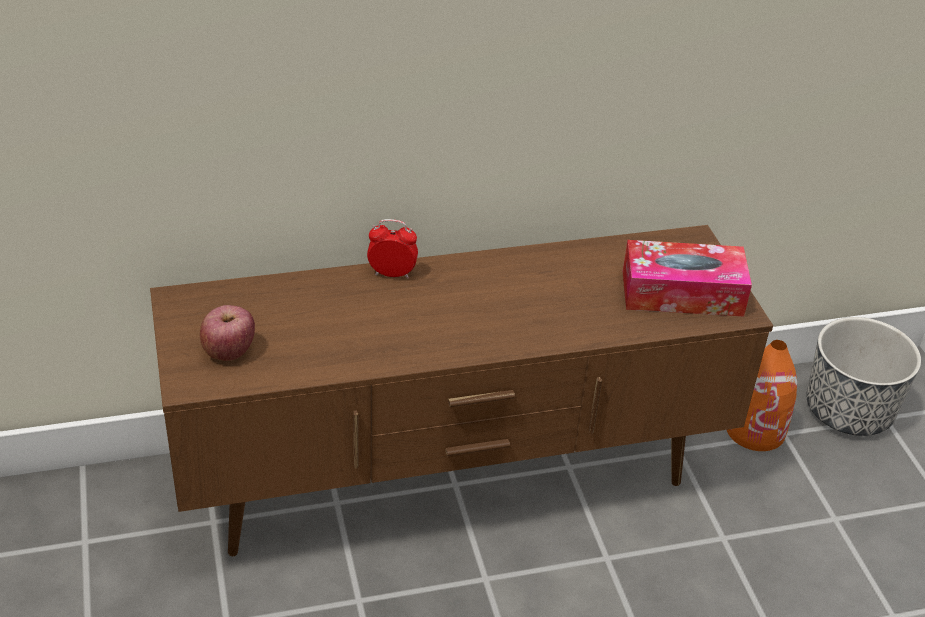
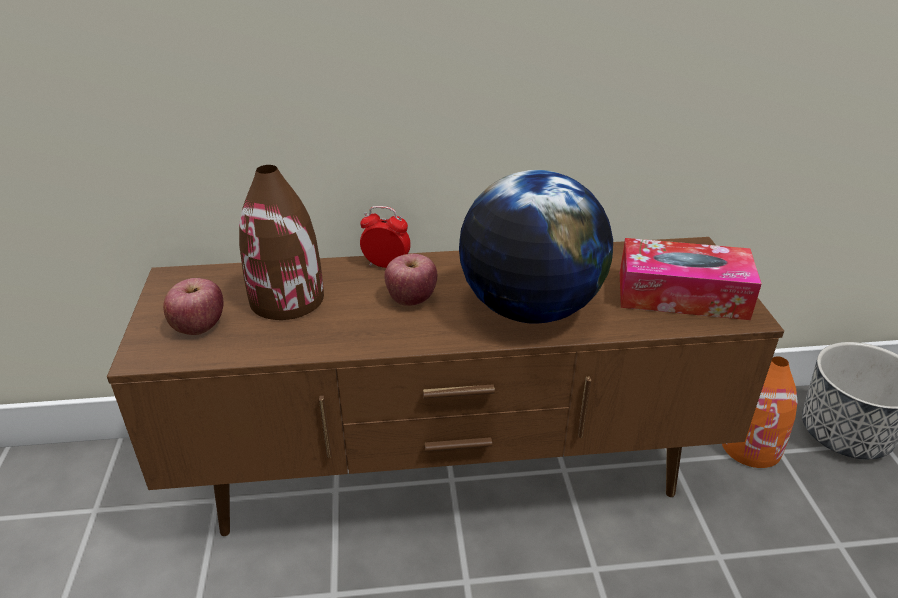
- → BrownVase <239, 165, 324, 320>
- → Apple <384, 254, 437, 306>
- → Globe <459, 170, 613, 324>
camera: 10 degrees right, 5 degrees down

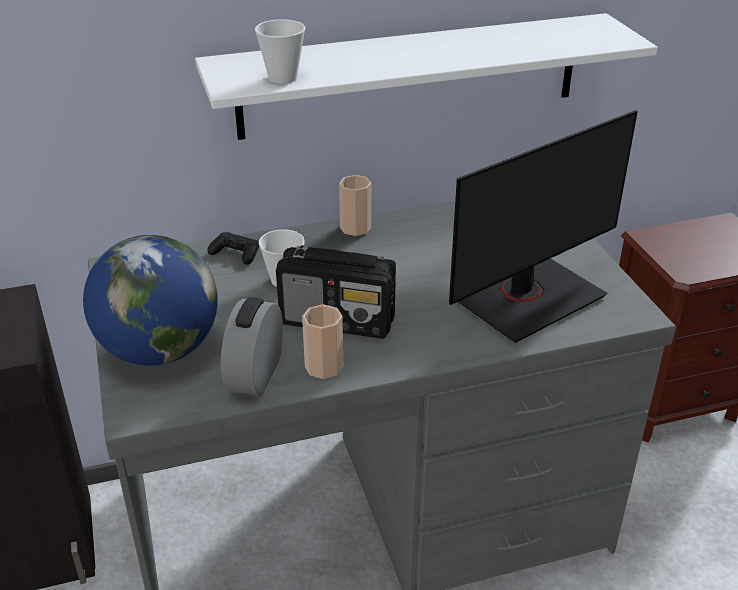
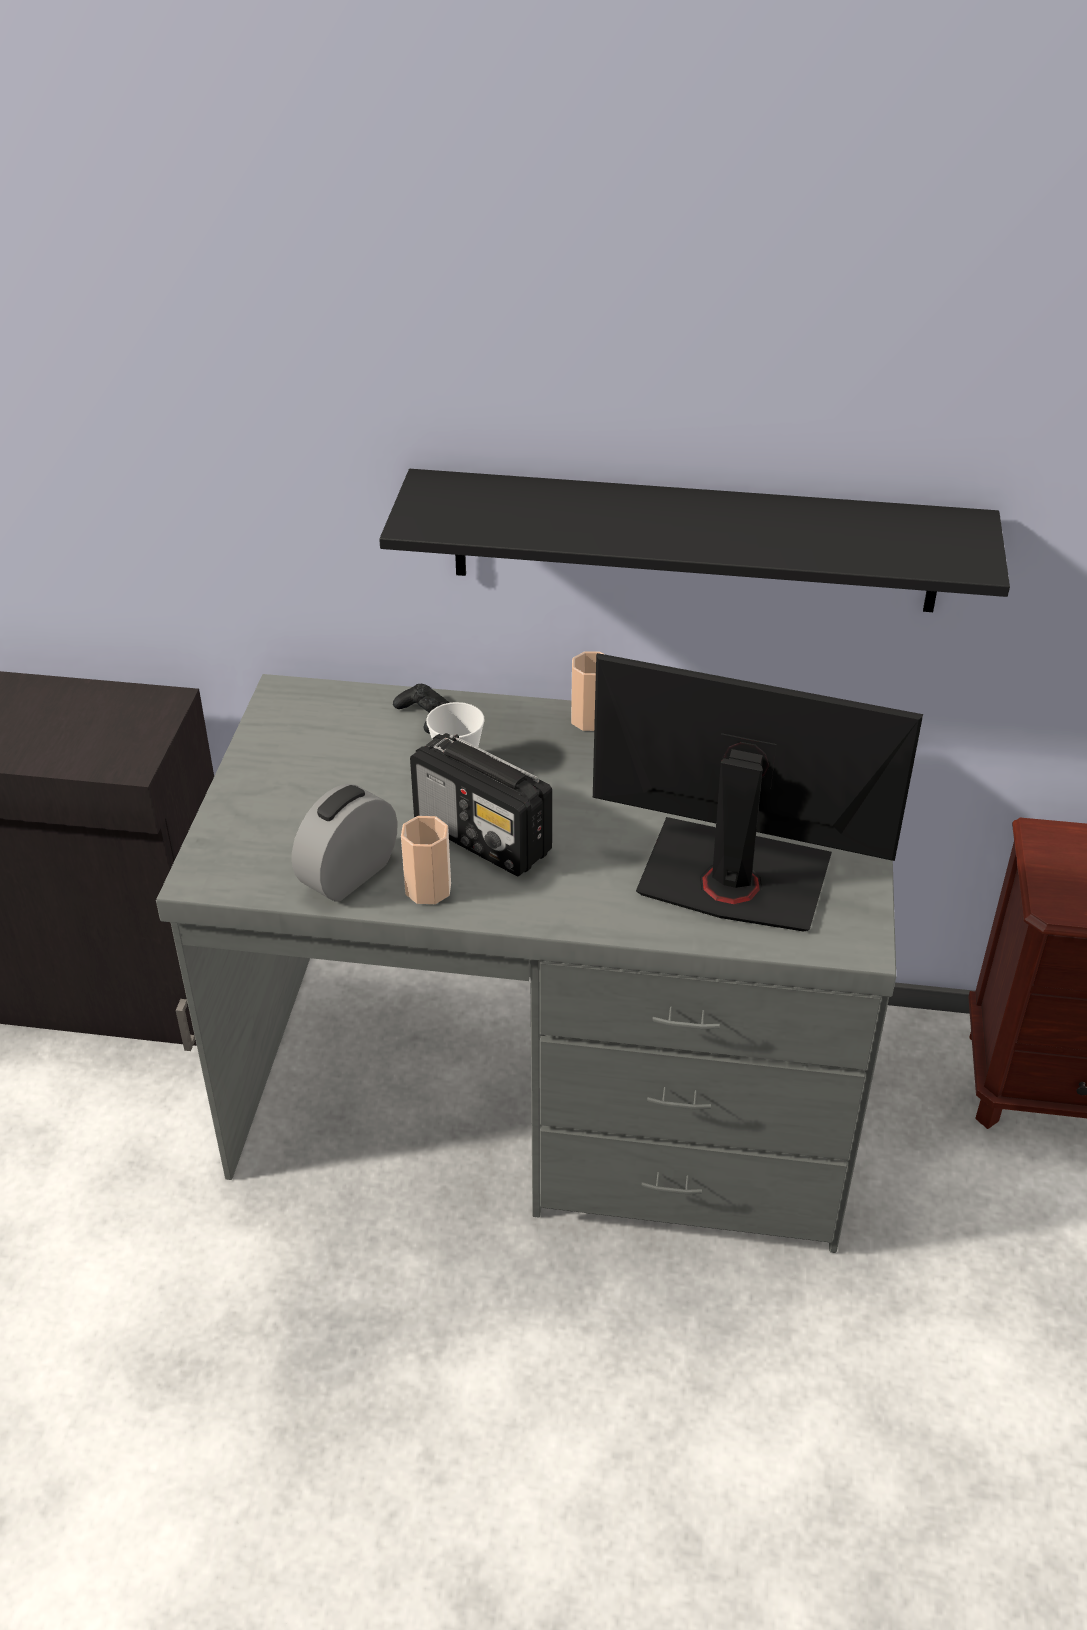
WhiteShelf <195, 13, 658, 140> → BlackShelf <379, 469, 1010, 612>
Monitor <449, 110, 638, 343> → Monitor <593, 653, 923, 932>, 150 degrees counterclockwise
Globe <83, 235, 218, 366> → -
Cup <255, 19, 305, 84> → -
camera: 25 degrees right, 5 degrees up

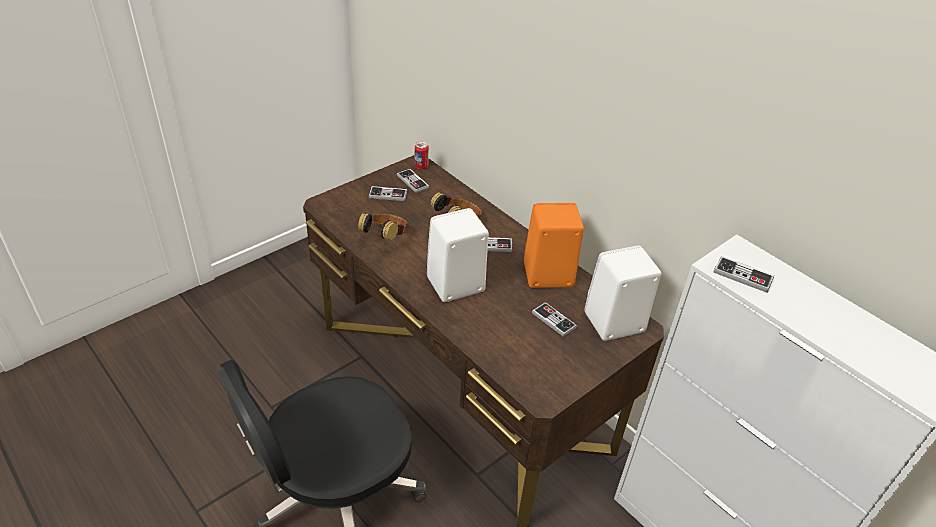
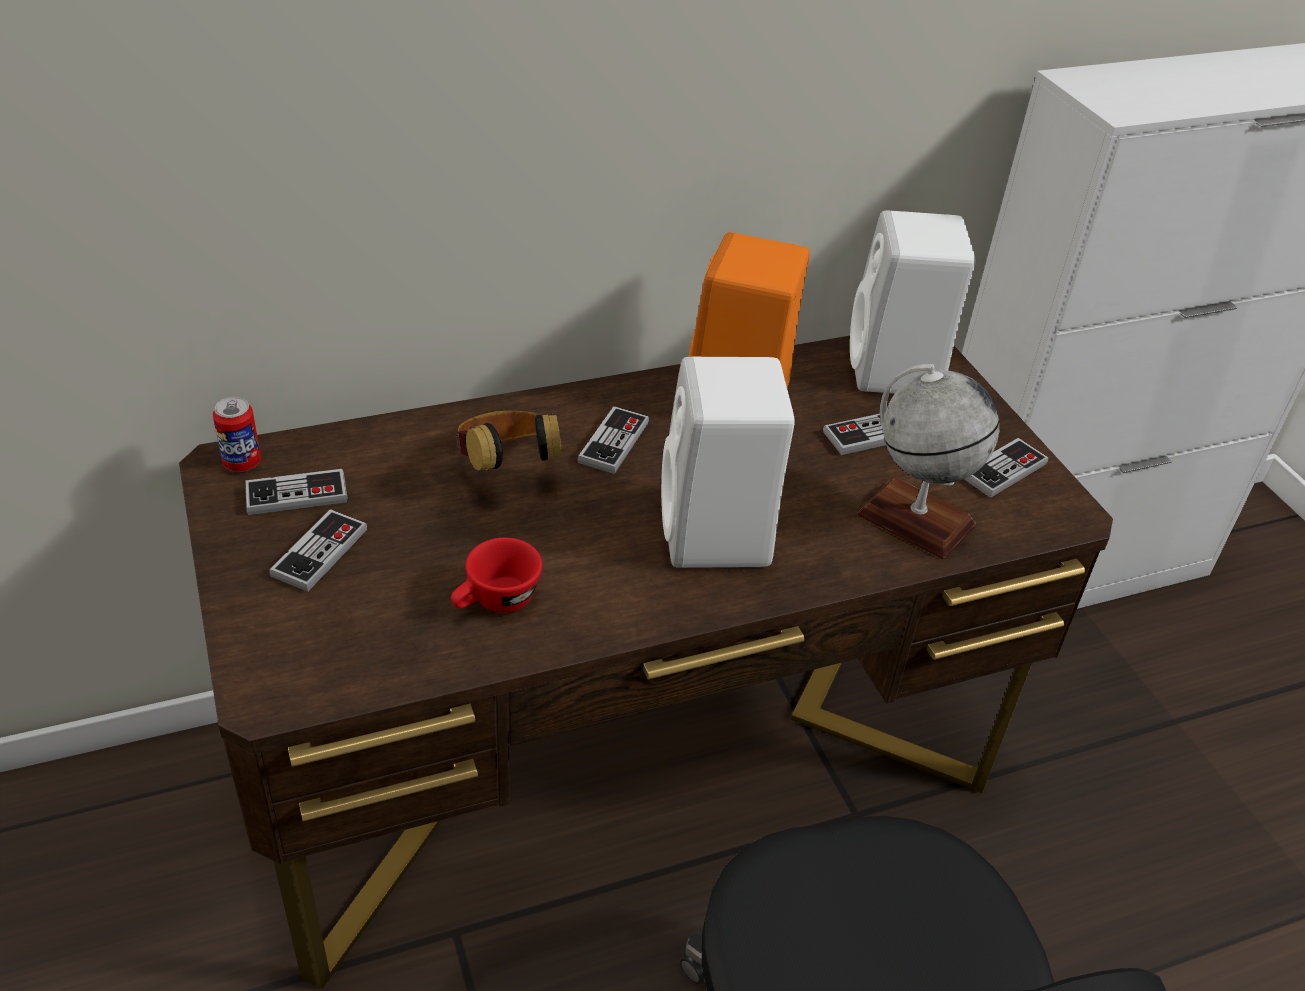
Headphones <358, 213, 407, 240> → RedCup <451, 538, 542, 613>
- → Globe <857, 364, 999, 560>
GameController <714, 256, 774, 293> → GameController <964, 438, 1049, 498>, move
camera: 70 degrees left, 0 degrees up

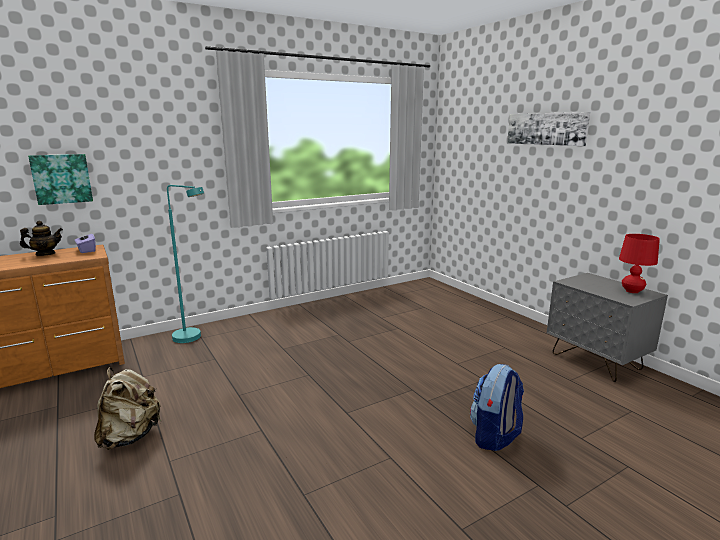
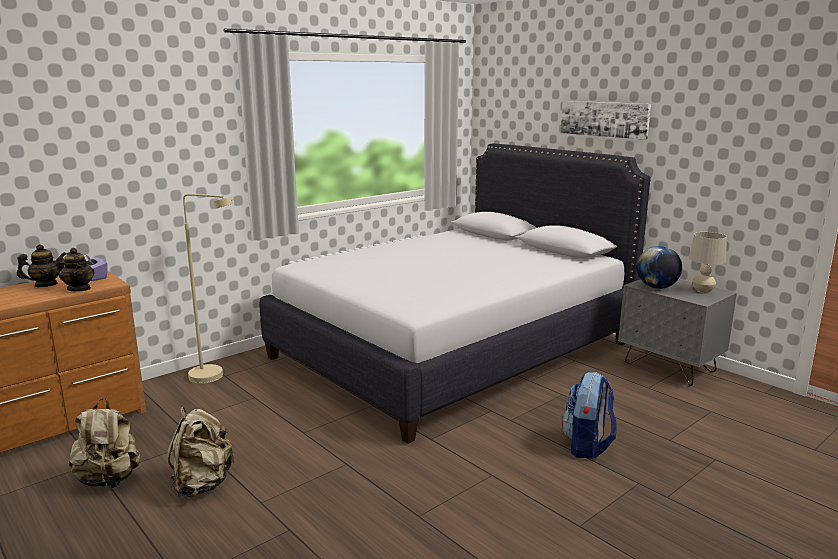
- → Teapot <59, 248, 94, 292>
- → BeigeBackpack <69, 398, 140, 488>
TurquoiseFloorLamp <167, 185, 204, 343> → BeigeFloorLamp <183, 194, 234, 384>
- → WhiteBed <260, 143, 651, 444>
- → Globe <637, 246, 682, 289>
RedTableLamp <619, 234, 660, 293> → BeigeTableLamp <689, 232, 727, 293>
Picture <28, 154, 93, 205> → -
camera: 10 degrees left, 0 degrees up

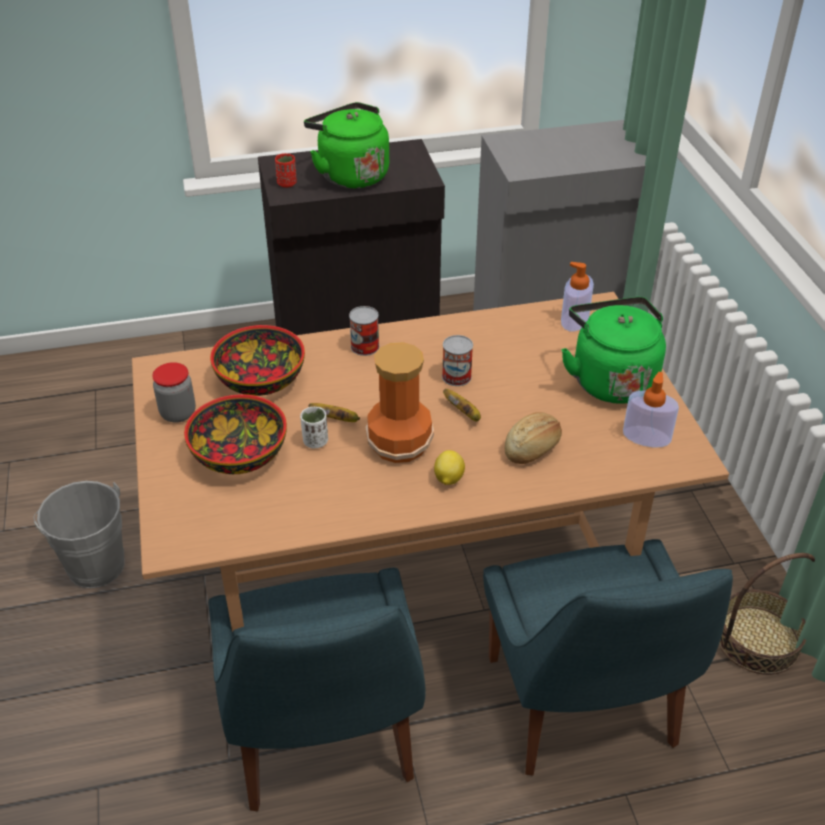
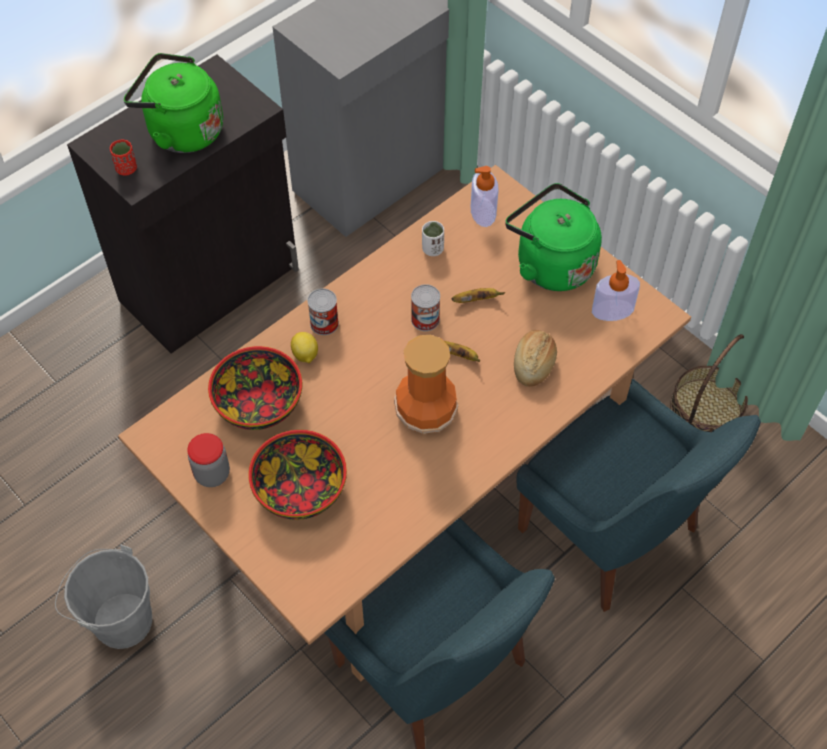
Lemon <434, 450, 465, 485> → Lemon <291, 332, 318, 363>, move
WhiteCup <300, 407, 328, 448> → WhiteCup <422, 221, 444, 256>, move
Banana <308, 403, 360, 422> → Banana <451, 288, 505, 303>, move
camera: 30 degrees left, 15 degrees up

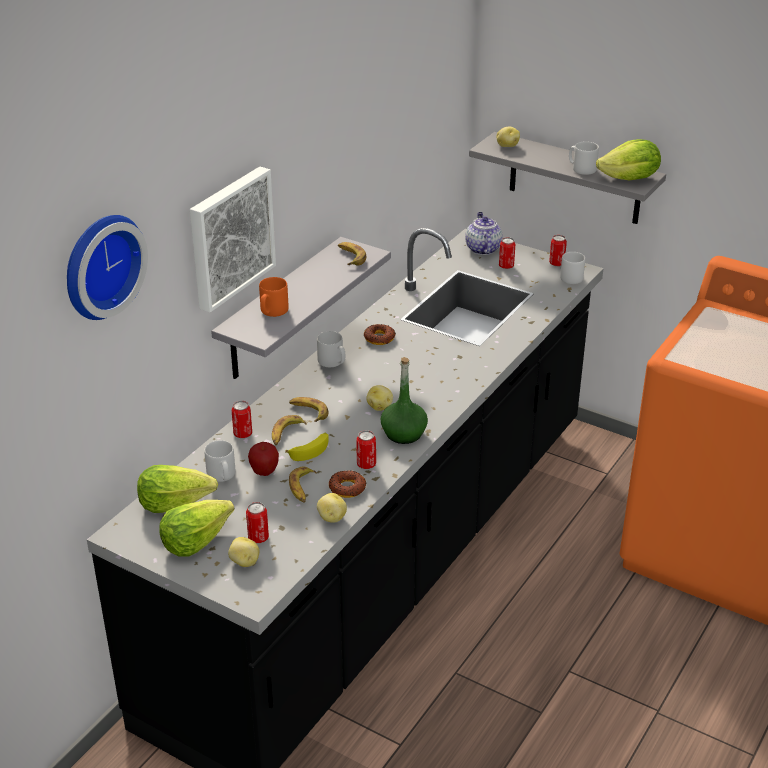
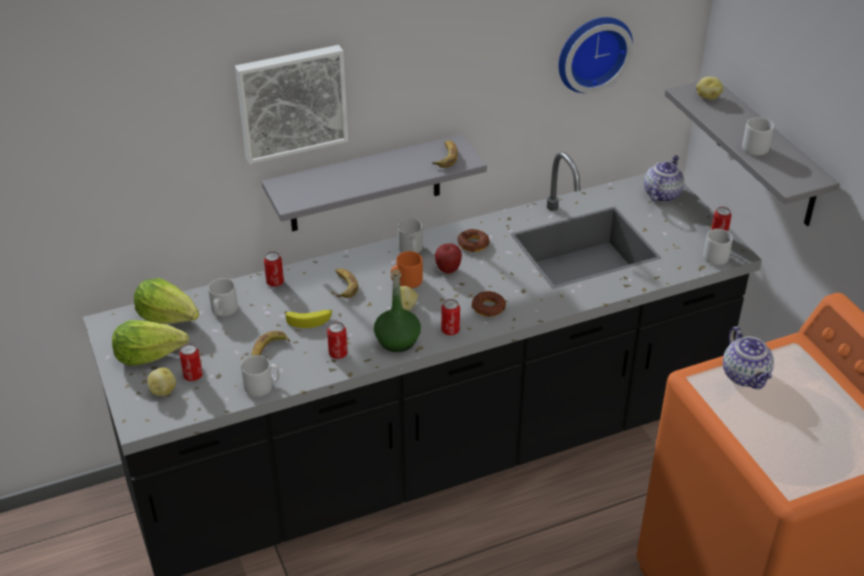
Potato <317, 493, 347, 523> → GreyMug <241, 355, 280, 397>
OrangeMug <259, 277, 289, 317> → OrangeMug <391, 251, 423, 288>, move
Apple <248, 442, 279, 476> → Apple <435, 243, 462, 274>, move
Can <499, 237, 515, 269> → Can <441, 299, 460, 335>, move
Donut <329, 470, 366, 498> → Donut <471, 291, 506, 317>, move
WallClock <67, 215, 148, 320> → WallClock <558, 17, 633, 93>, move
- → Teapot <723, 326, 774, 389>
Banana <272, 415, 307, 445> → -
Lettuce <596, 139, 661, 180> → -
camera: 35 degrees right, 5 degrees up

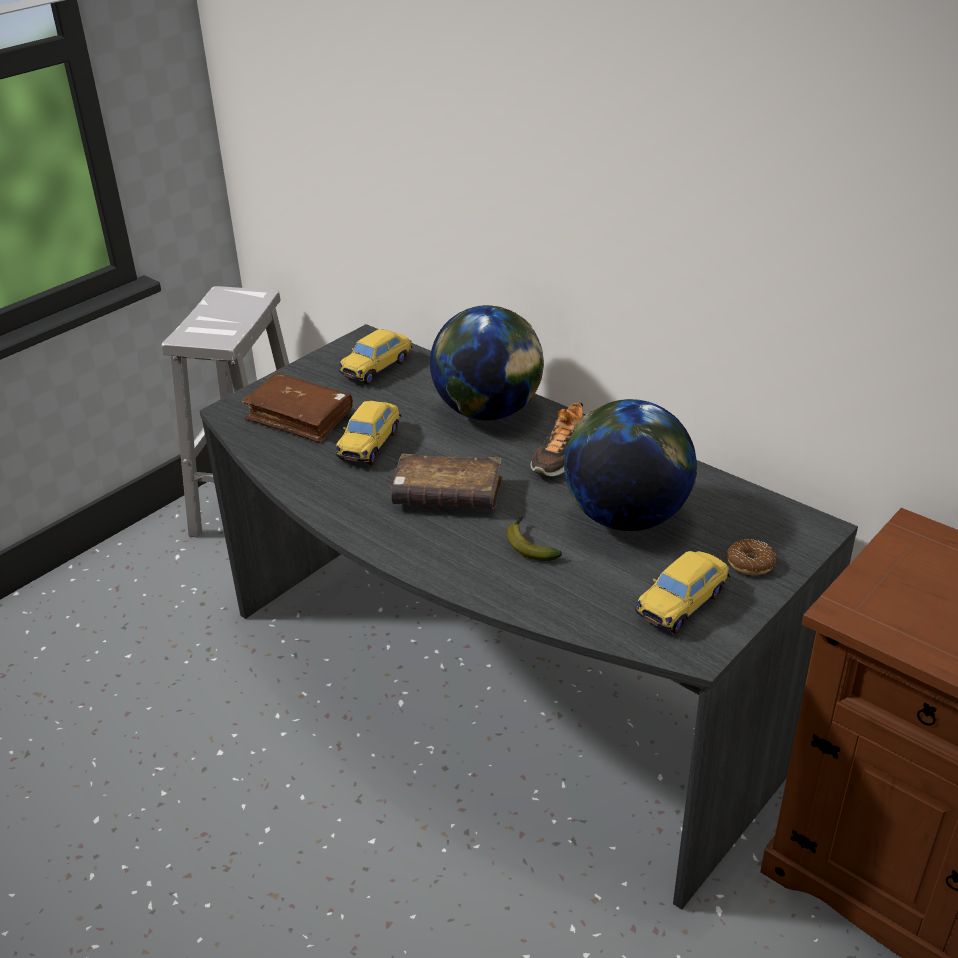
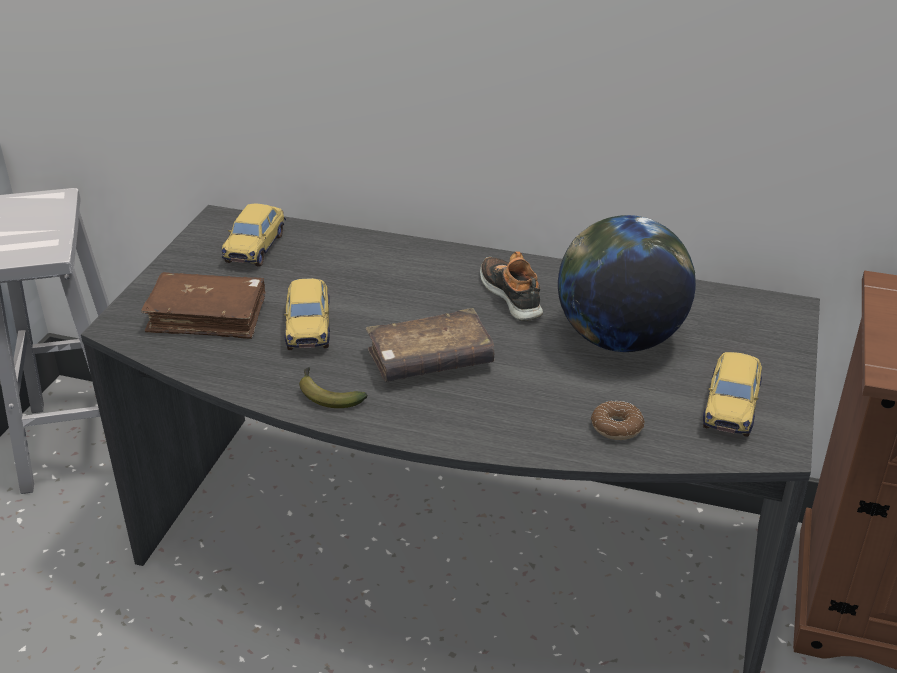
Banana <506, 516, 562, 561> → Banana <299, 367, 367, 408>, move
Shoe <530, 402, 584, 477> → Shoe <480, 251, 543, 321>, 150 degrees clockwise
Donut <727, 539, 776, 575> → Donut <591, 401, 645, 440>, move
Globe <430, 305, 544, 421> → -
camera: 25 degrees left, 0 degrees up

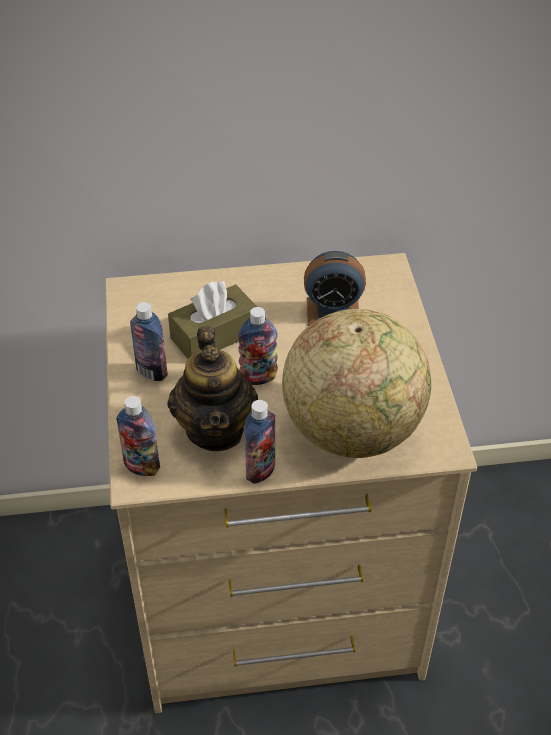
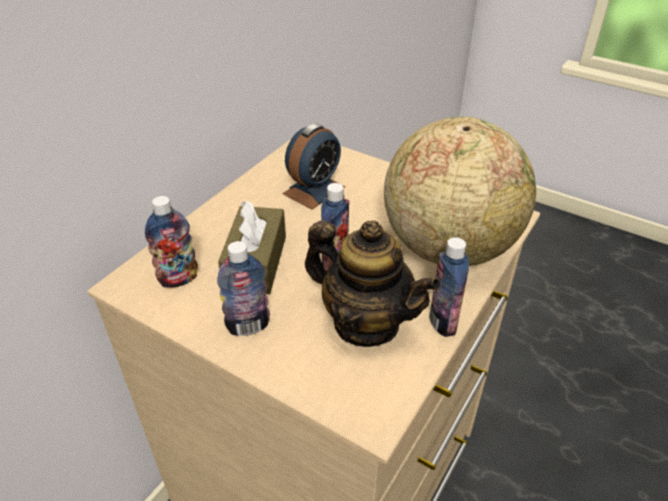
Bottle <116, 396, 160, 476> → Bottle <145, 196, 198, 287>, move
camera: 50 degrees left, 5 degrees down

